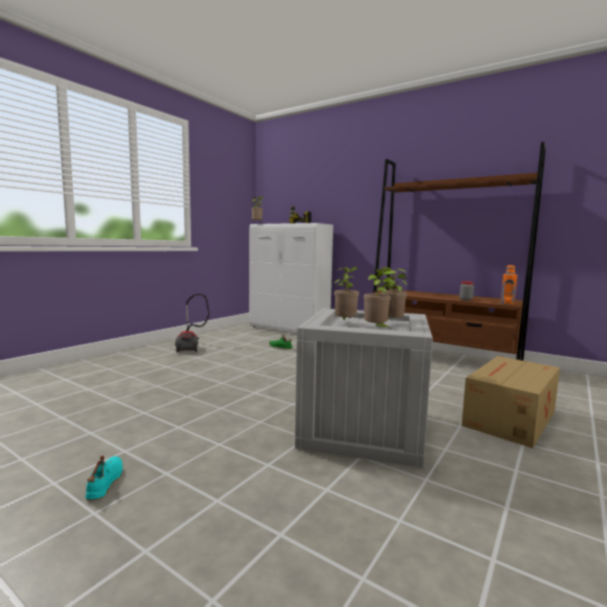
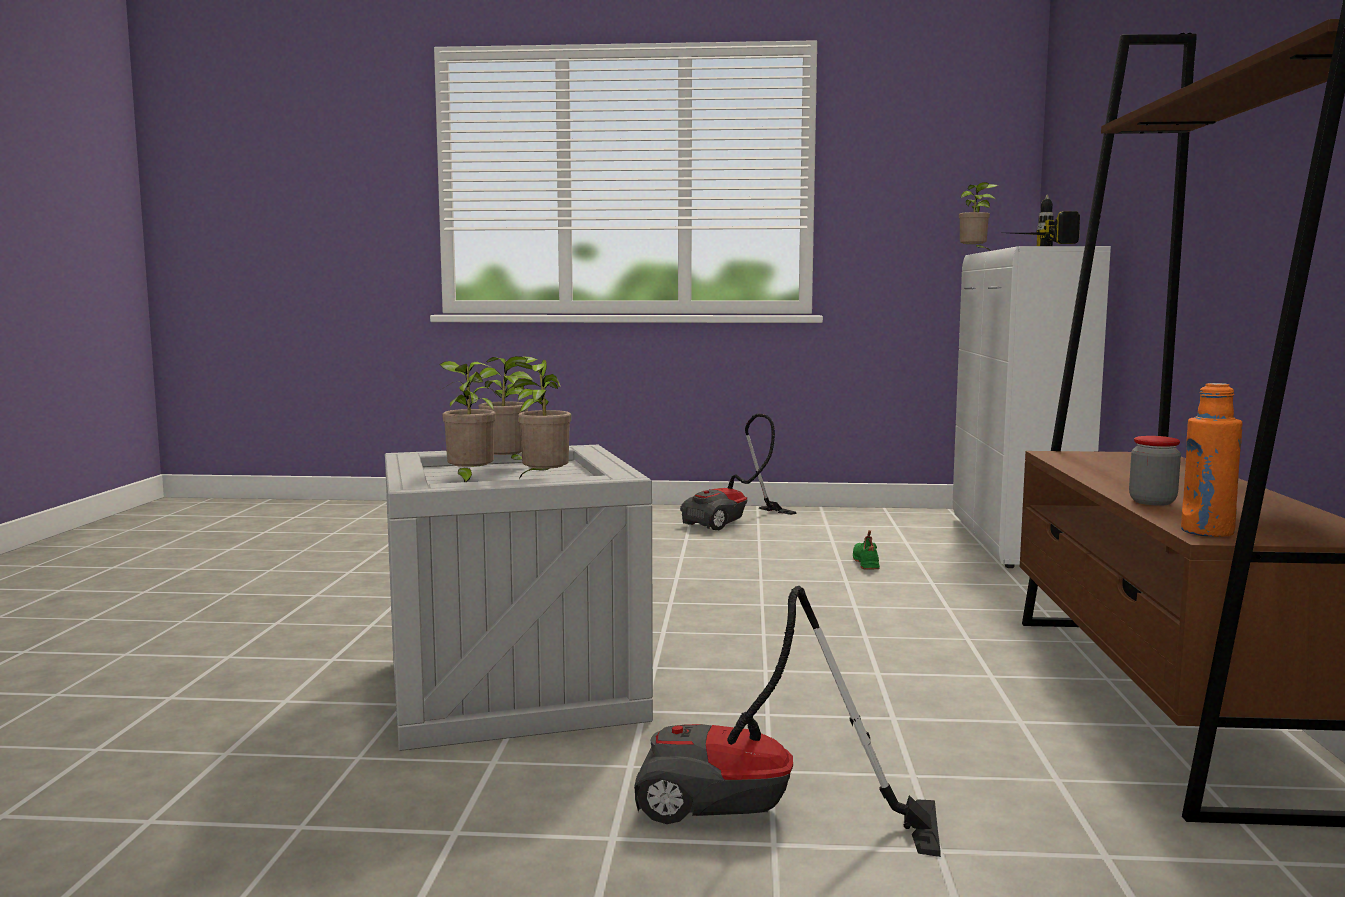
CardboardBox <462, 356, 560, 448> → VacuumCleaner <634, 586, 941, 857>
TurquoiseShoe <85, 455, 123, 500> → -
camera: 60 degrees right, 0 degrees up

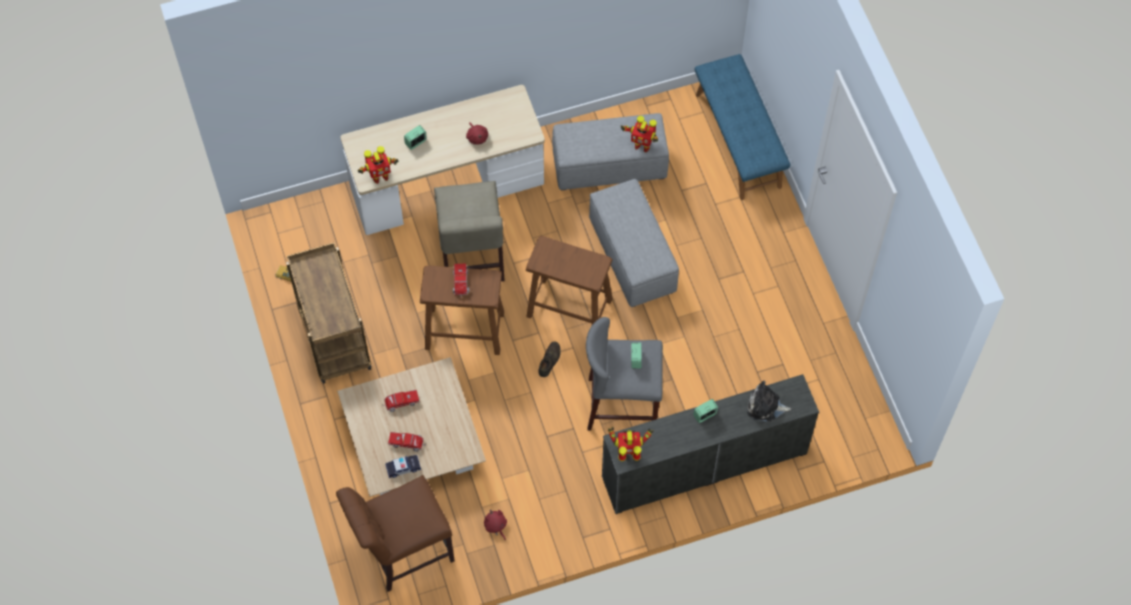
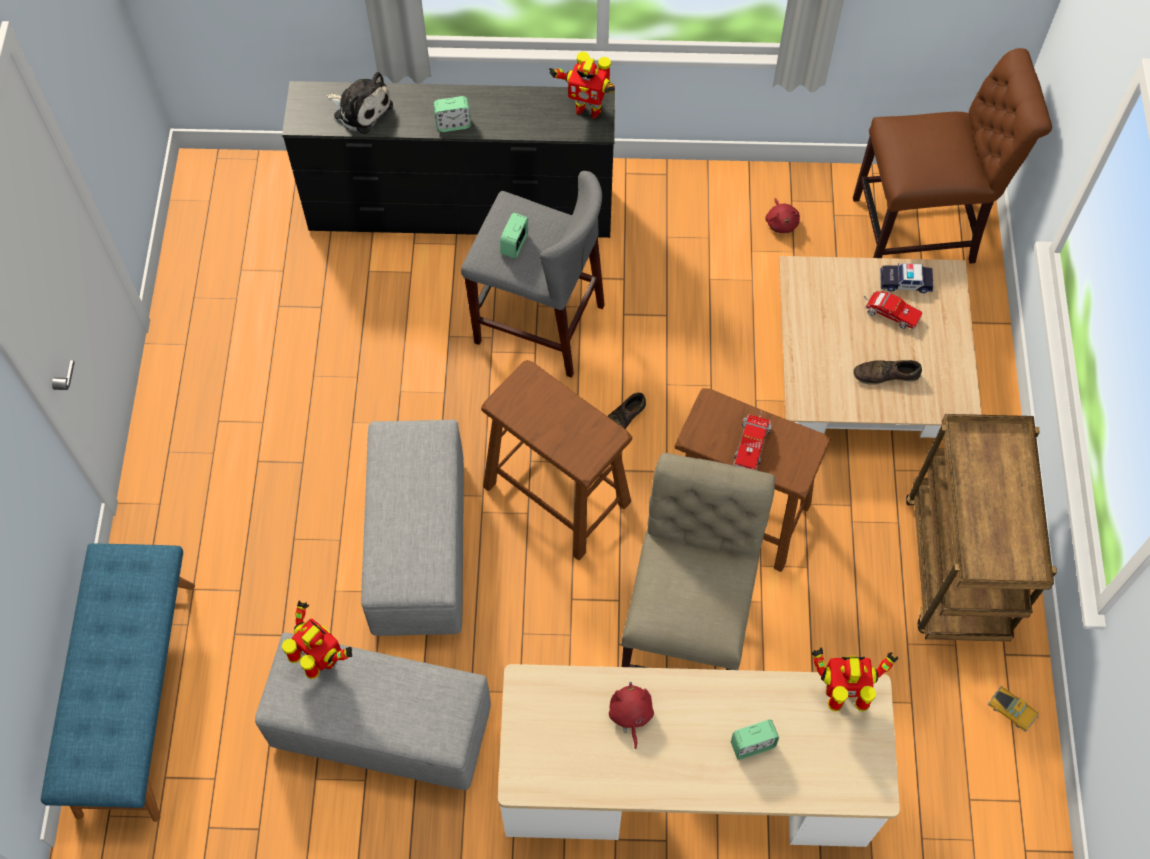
ToyTruck <382, 390, 420, 412> → BrownShoe <853, 360, 922, 385>
camera: 160 degrees left, 0 degrees up

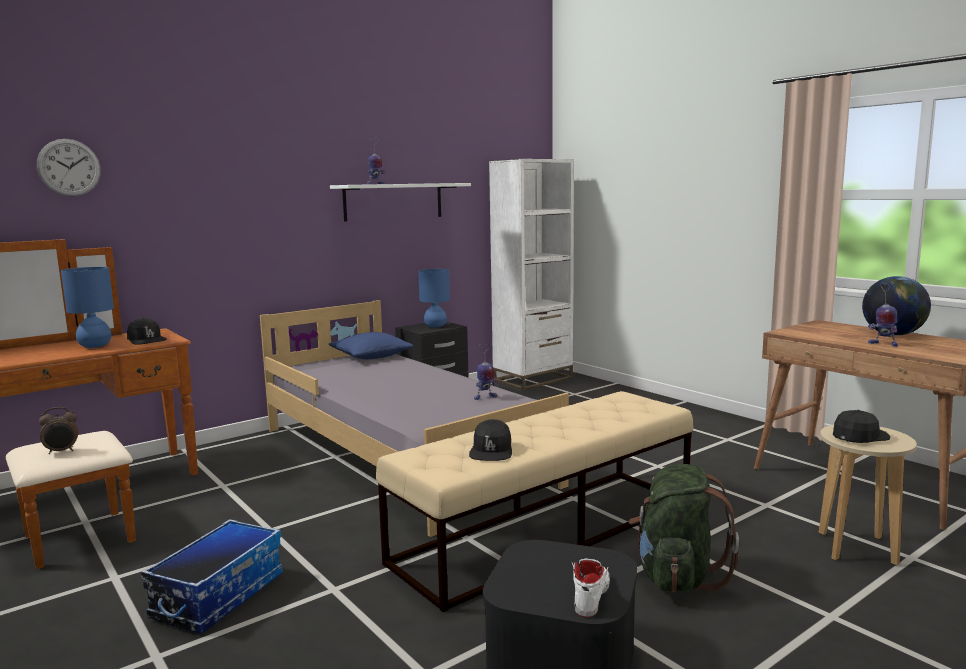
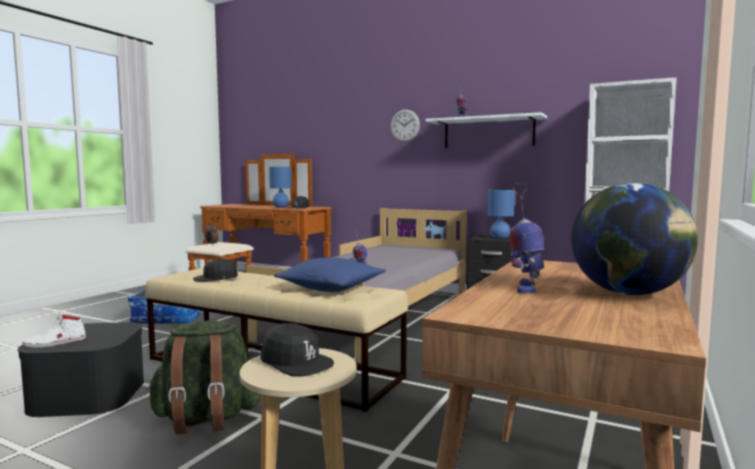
WhiteShoe <572, 558, 610, 617> → WhiteShoe <23, 314, 86, 348>, 150 degrees clockwise
BluePillow <329, 332, 413, 359> → BluePillow <274, 257, 386, 292>, move
WallClock <37, 139, 101, 196> → WallClock <391, 109, 420, 142>, move
camera: 65 degrees right, 5 degrees down

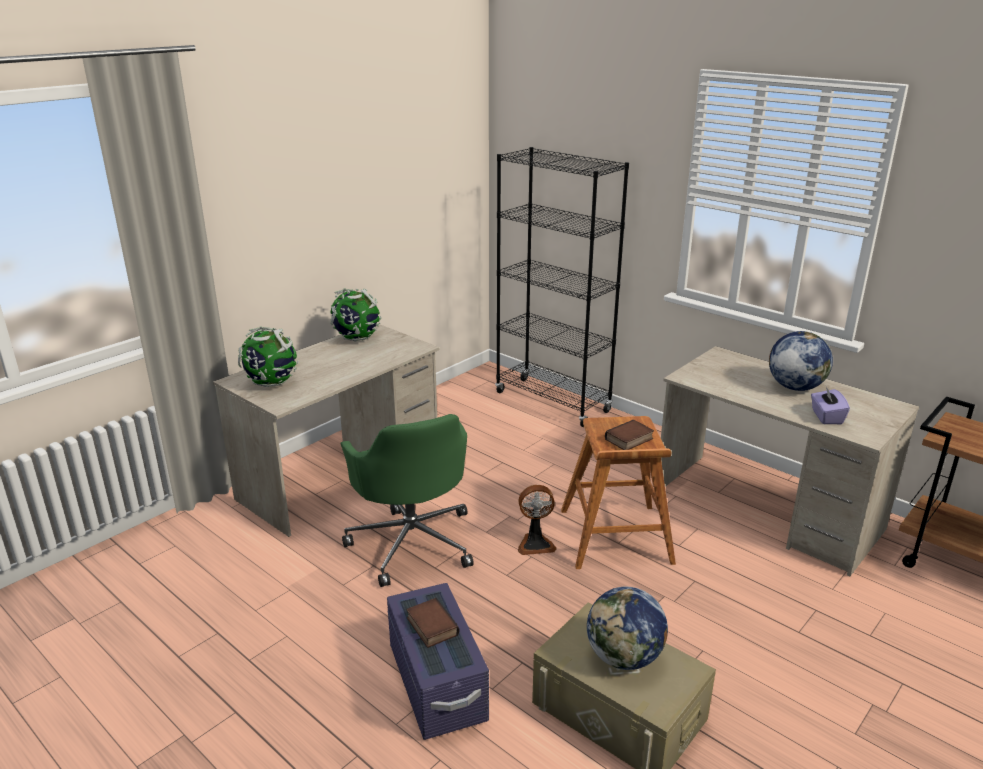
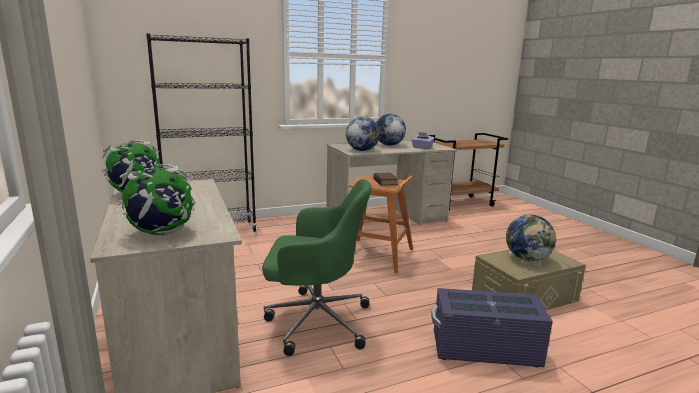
- → Globe <346, 117, 380, 151>
Book <406, 598, 459, 648> → -
Fan <518, 485, 556, 555> → -
camera: 65 degrees left, 10 degrees down

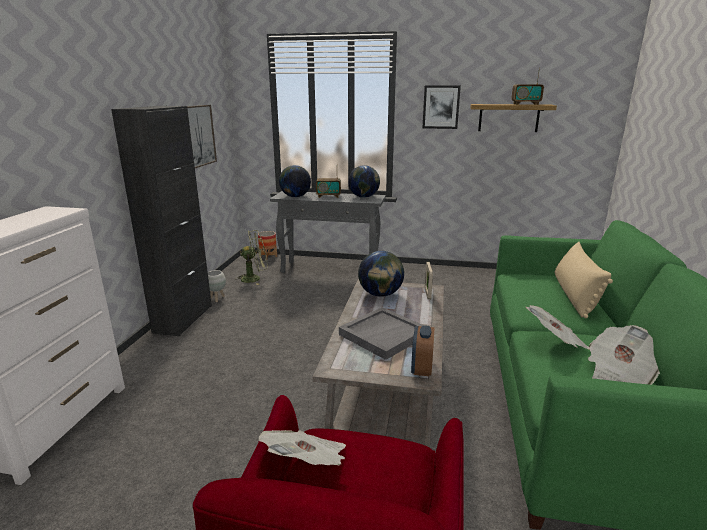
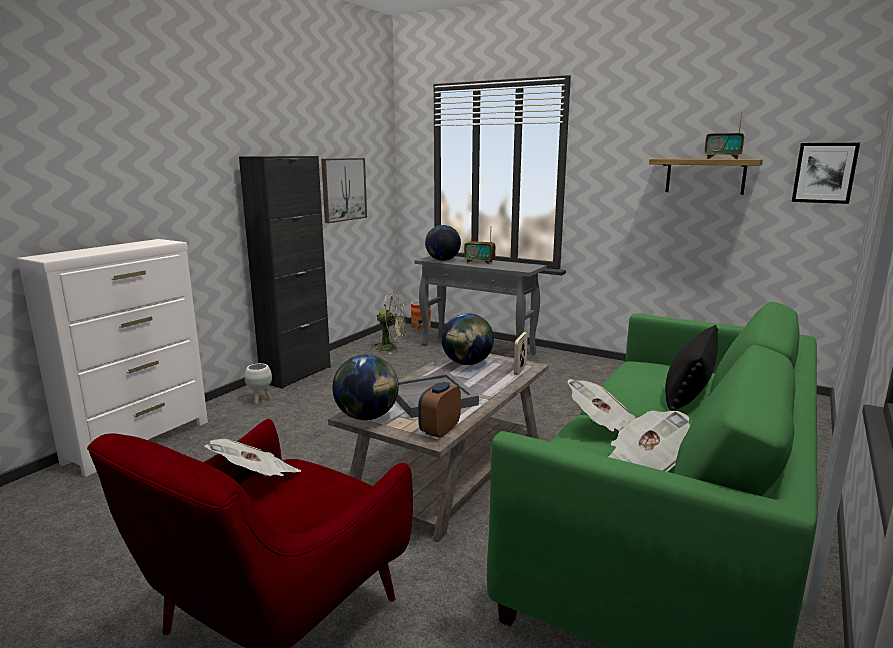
WhitePlanter <208, 270, 226, 302> → WhitePlanter <245, 363, 272, 404>, move
Globe <348, 165, 380, 198> → Globe <332, 355, 399, 420>, move
BeigePillow <555, 242, 613, 318> → BlackPillow <665, 325, 718, 411>
Picture <422, 86, 461, 129> → Picture <792, 143, 860, 204>, move
camera: 20 degrees right, 5 degrees down

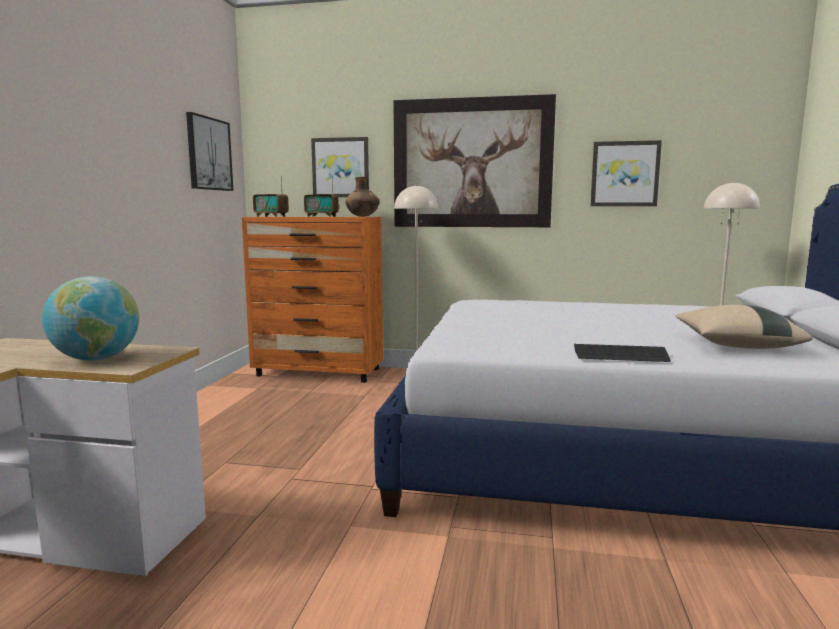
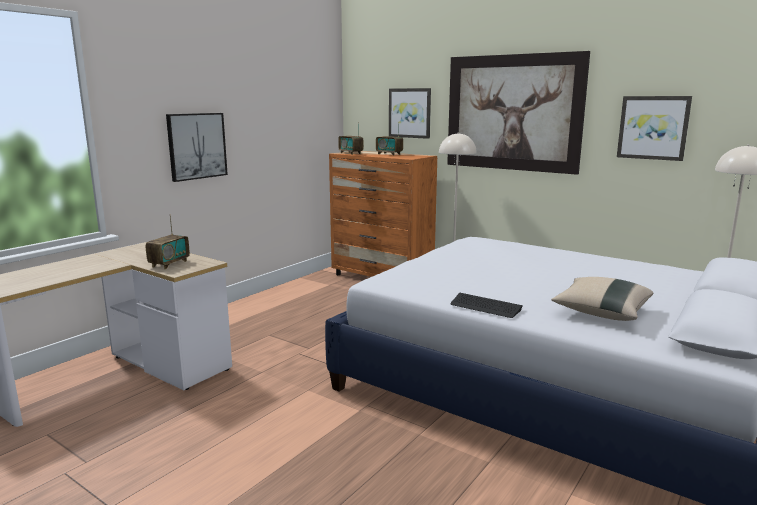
Globe <42, 276, 139, 361> → Radio <146, 214, 190, 269>
Picture <186, 112, 233, 191> → Picture <166, 113, 228, 182>, move
BrownVase <345, 177, 379, 217> → -
camera: 25 degrees right, 5 degrees up

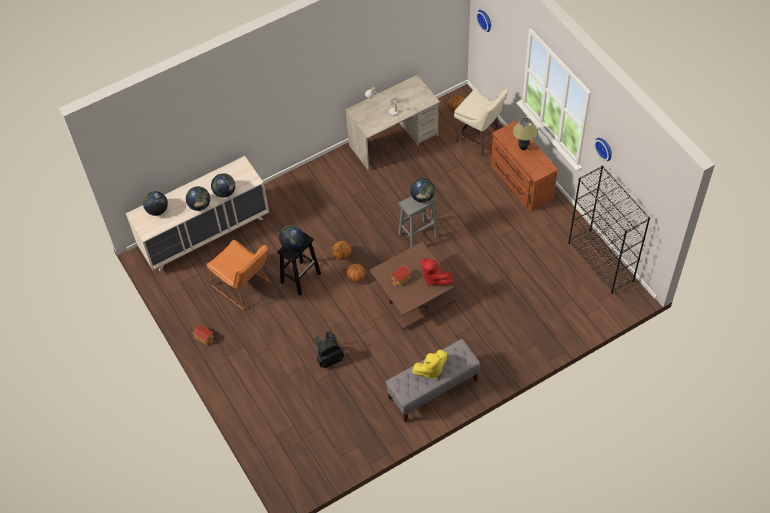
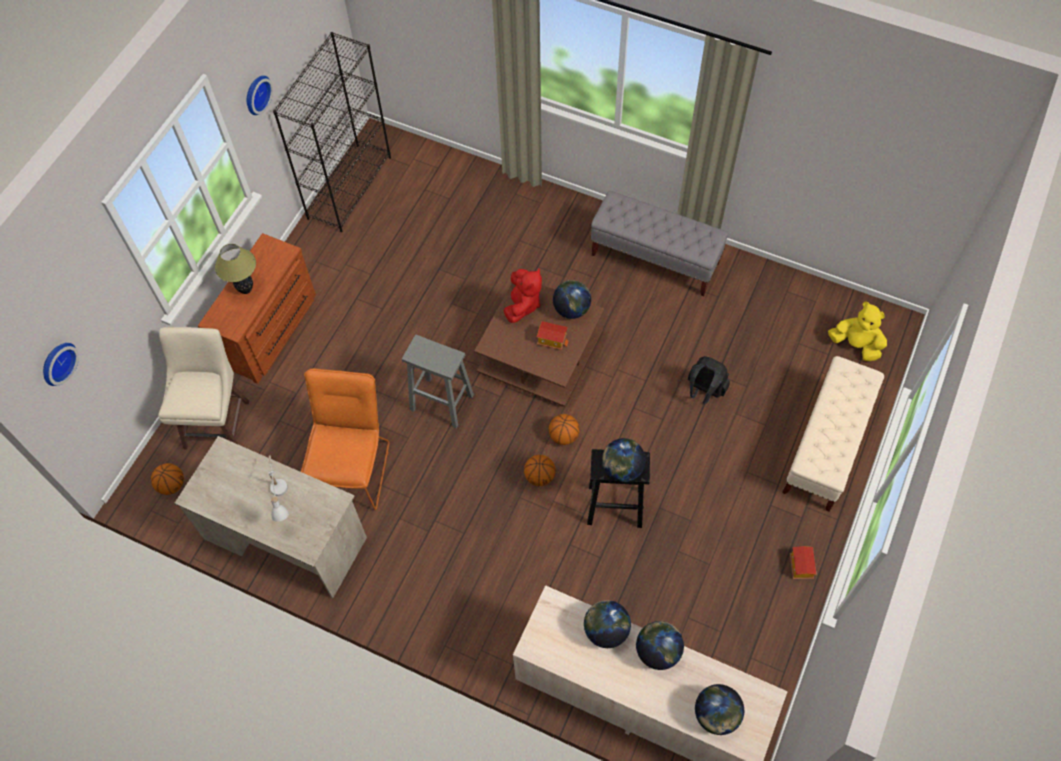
OrangeChair <206, 240, 271, 309> → OrangeChair <301, 368, 389, 510>, move
Globe <410, 178, 434, 203> → Globe <553, 280, 591, 319>, move
- → BeigeBench <782, 356, 884, 512>
YellowPlushToy <412, 350, 447, 379> → YellowPlushToy <828, 302, 887, 361>, move
camera: 125 degrees left, 5 degrees up

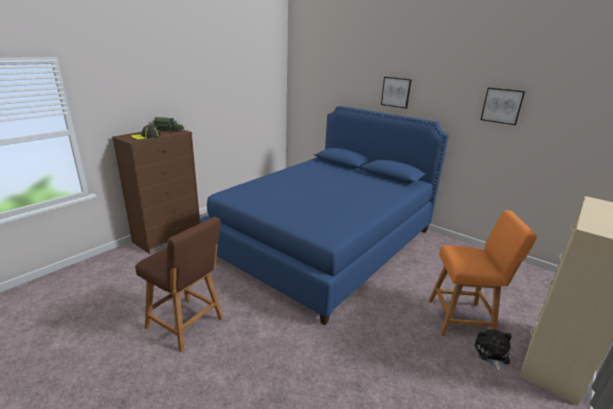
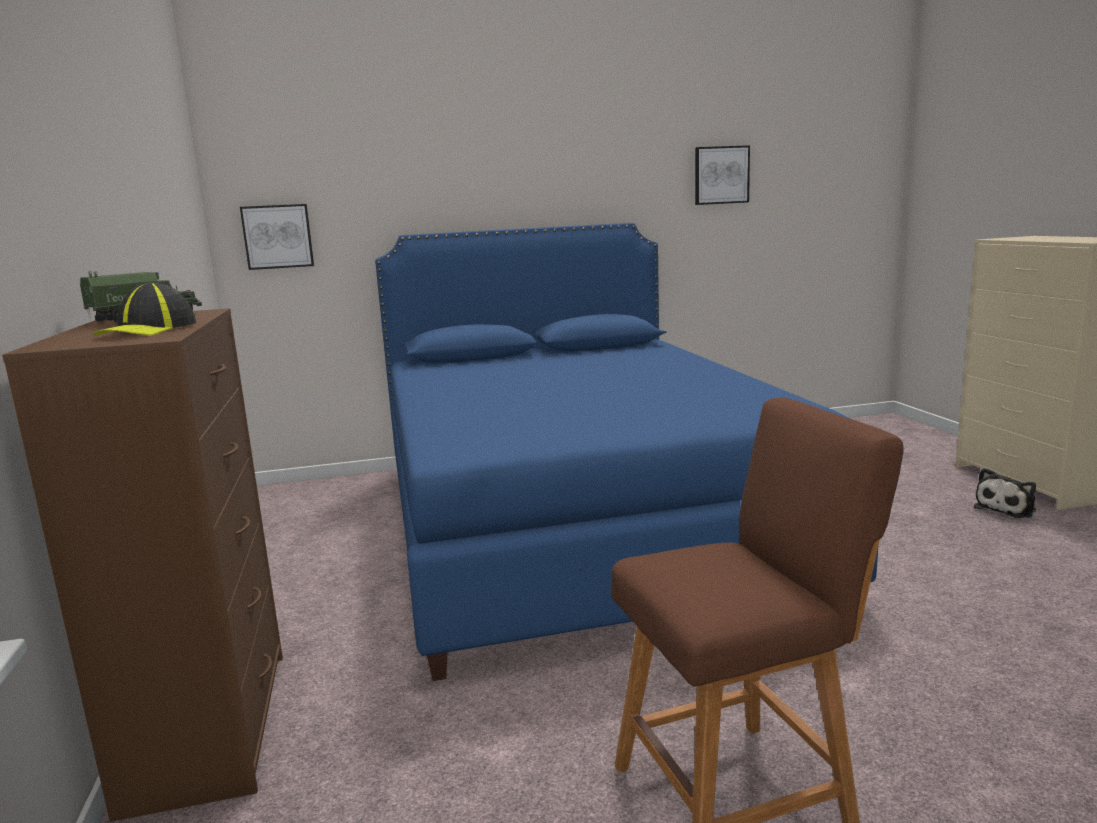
Picture <381, 77, 412, 109> → Picture <240, 204, 314, 270>, move
PlushToy <474, 329, 511, 373> → PlushToy <974, 468, 1036, 518>, 90 degrees counterclockwise
OrangeStool <428, 210, 537, 336> → -
camera: 50 degrees left, 10 degrees down

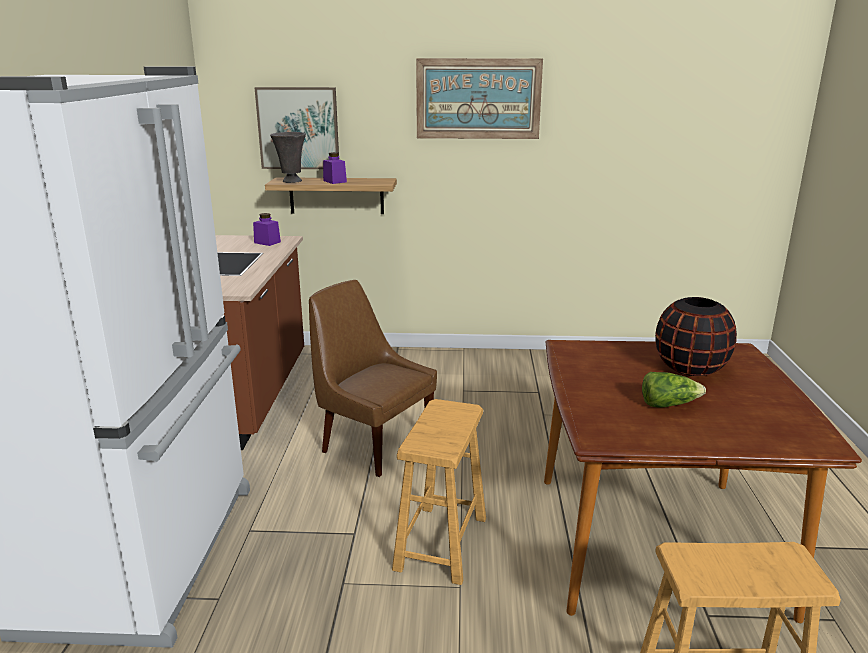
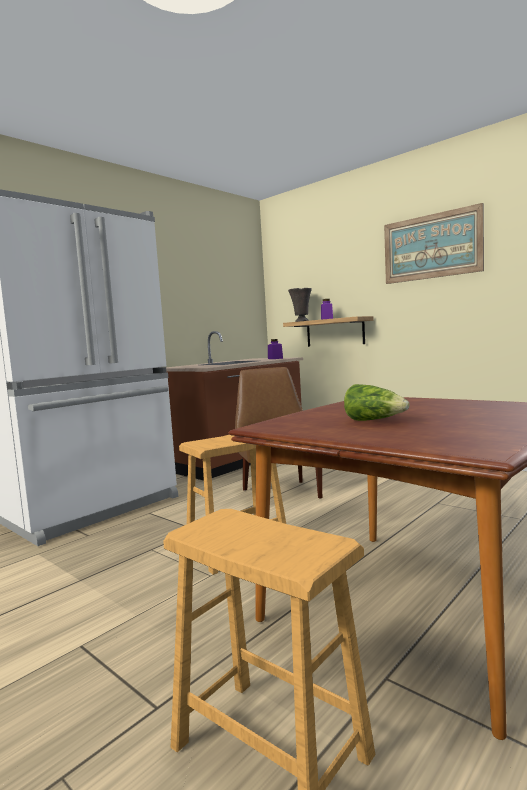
Picture <255, 87, 339, 169> → -
BlackVase <655, 297, 737, 376> → -
camera: 40 degrees right, 15 degrees down

